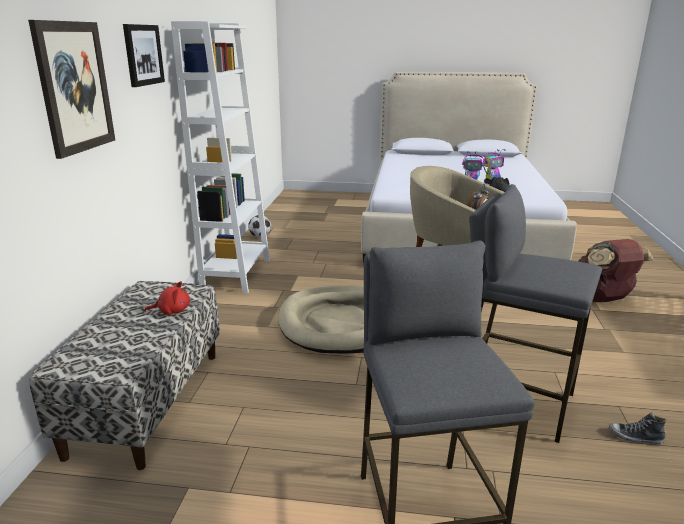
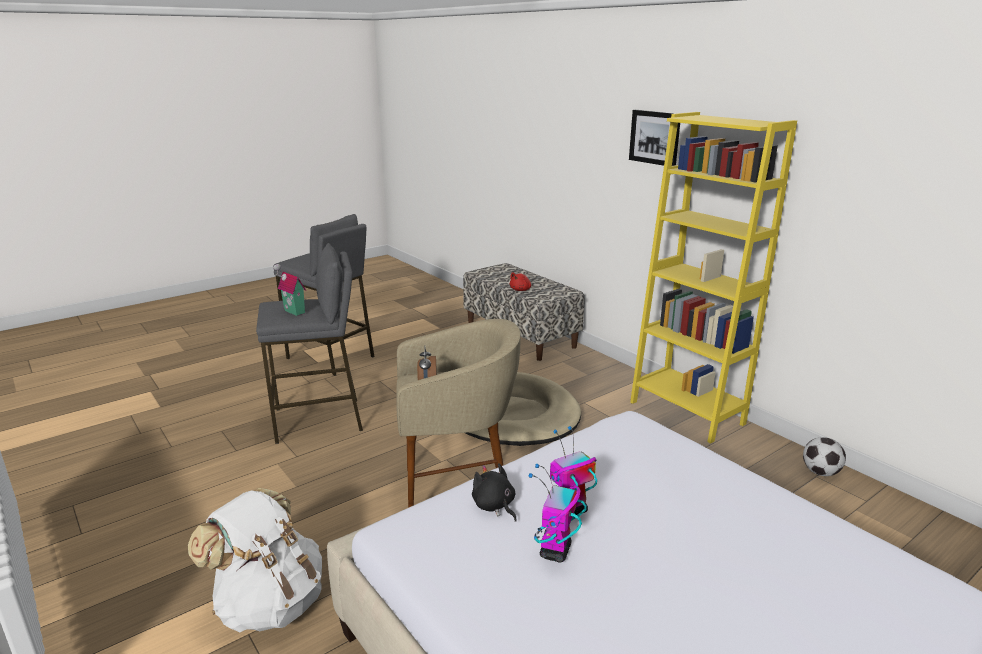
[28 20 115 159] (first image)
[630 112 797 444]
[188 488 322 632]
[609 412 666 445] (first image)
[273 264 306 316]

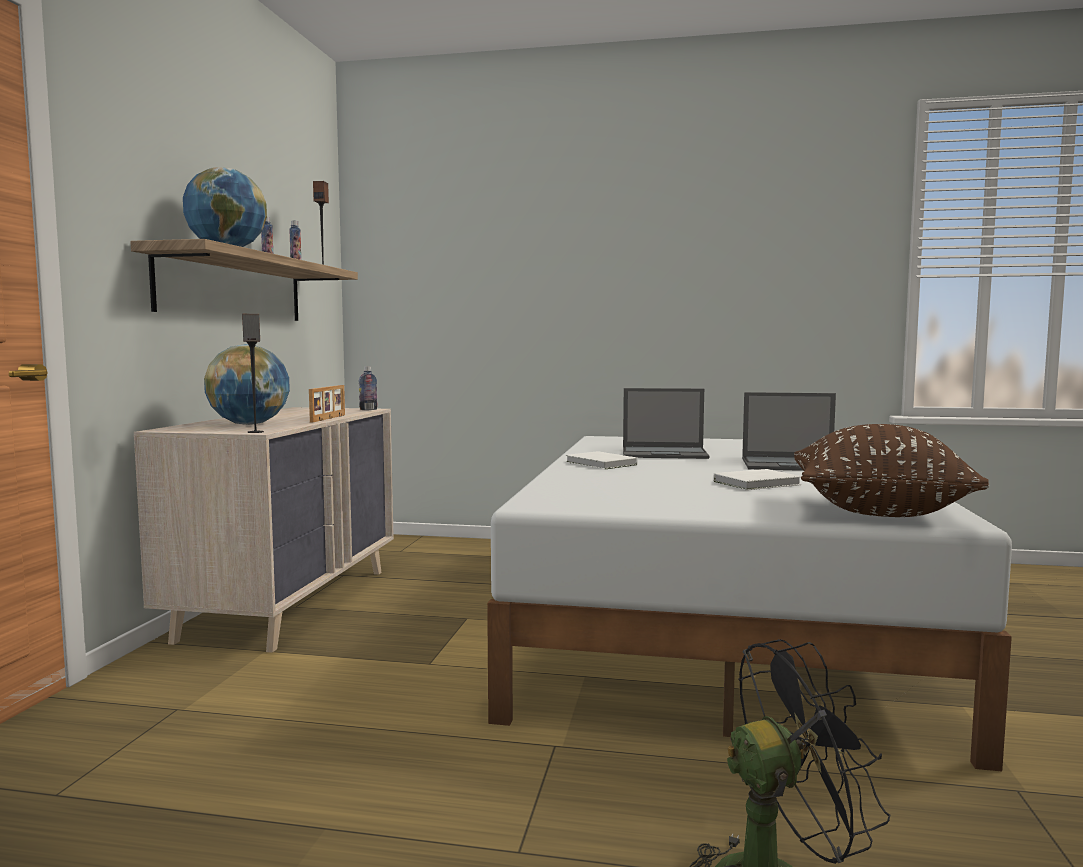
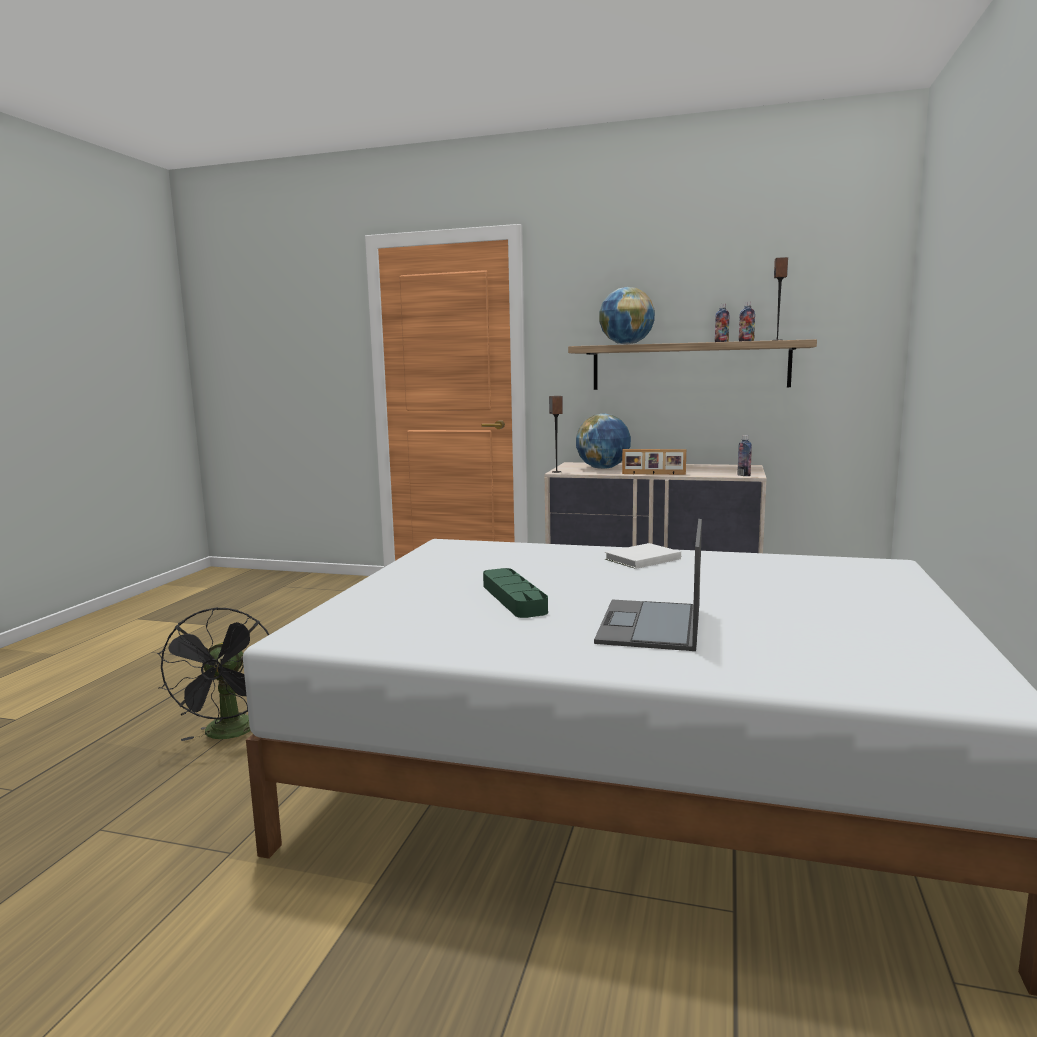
[623 388 709 459] (first image)
[794 424 989 517] (first image)
[483 568 548 618]

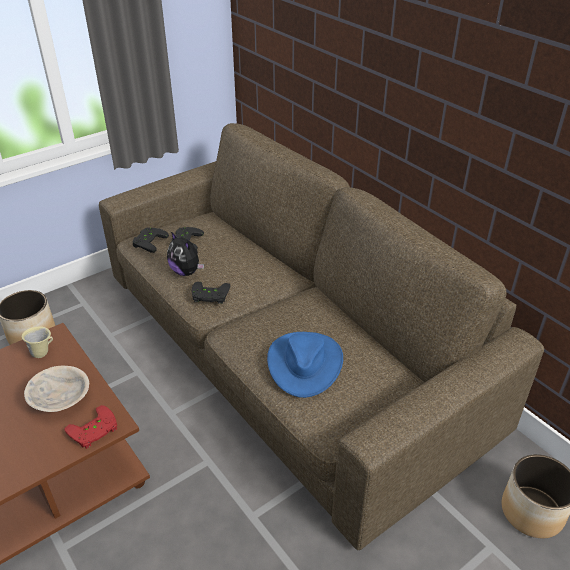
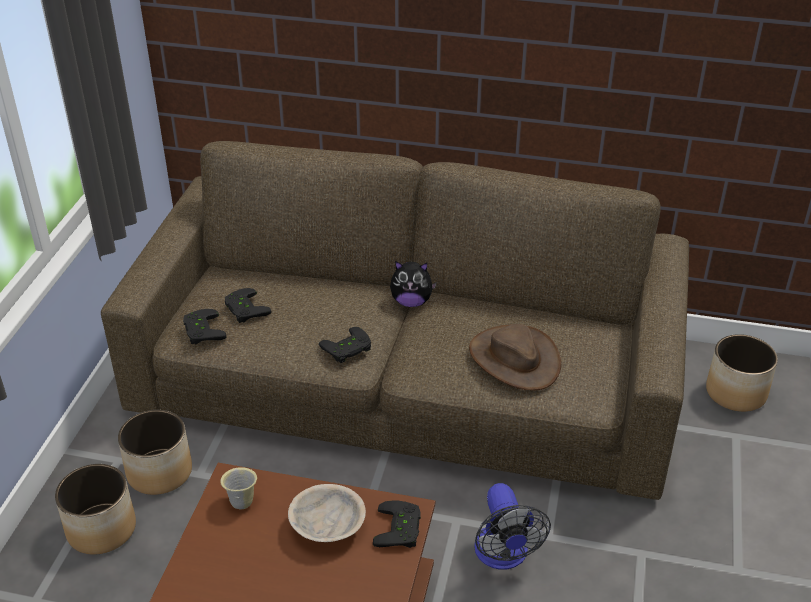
[390 261 437 307]
[469 324 561 390]
[373 500 421 548]
[118 410 192 495]
[474 483 551 570]

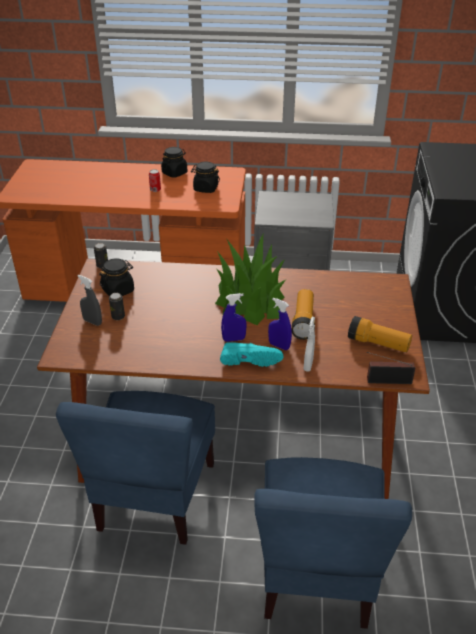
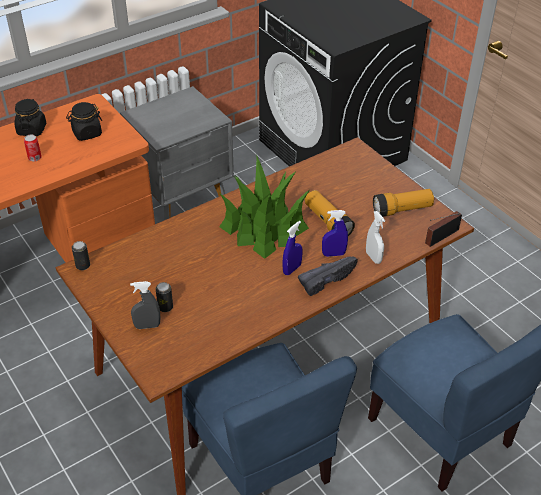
[99 258 134 296] (first image)
[298 257 358 296]

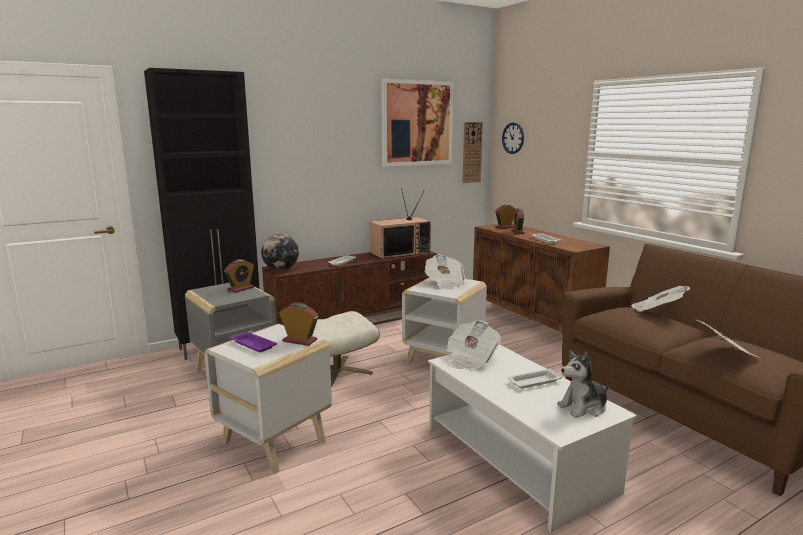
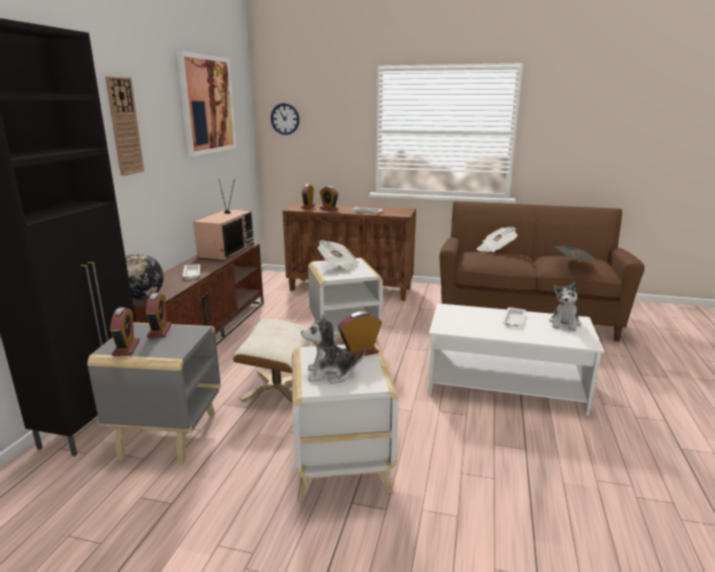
[105 76 144 176]
[447 320 501 369] (first image)
[301 315 365 384]
[110 307 140 356]

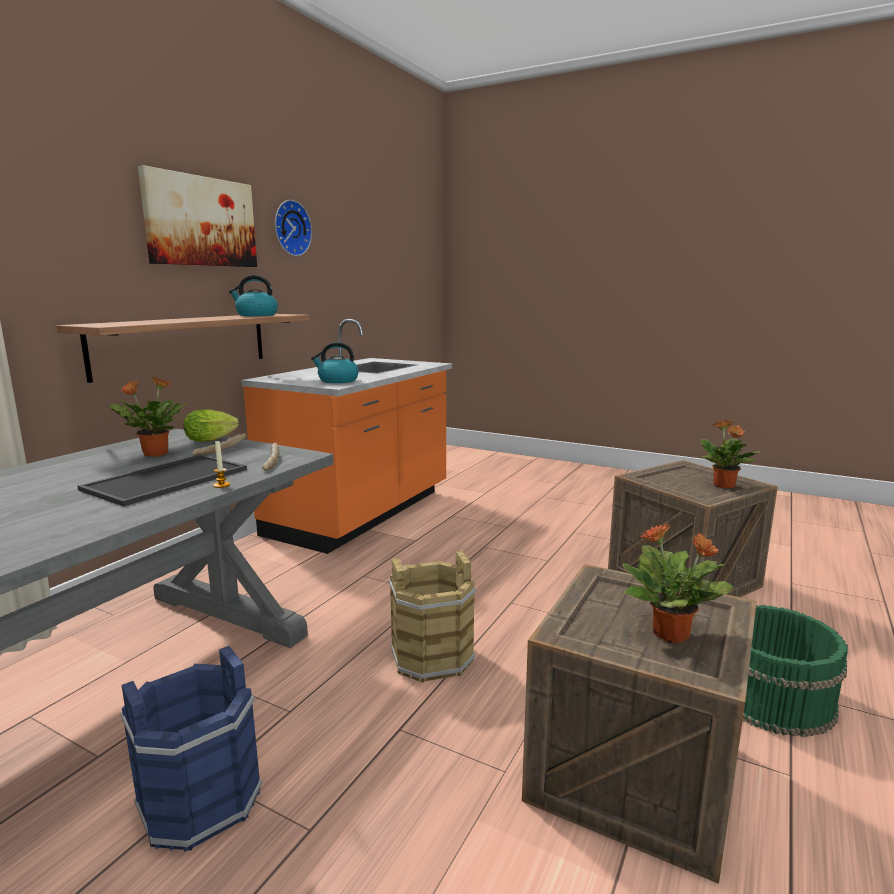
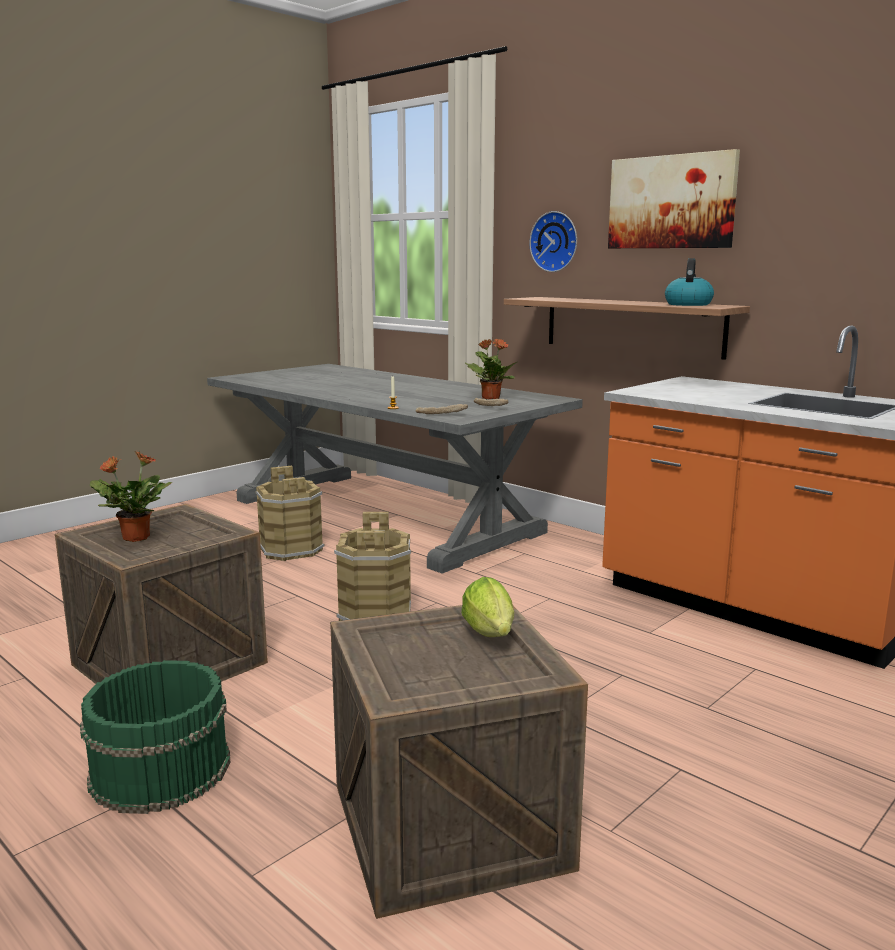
[529 211 577 272]
[311 342 359 383] (first image)
[461 577 514 637]
[701 419 762 488] (first image)
[77 454 247 506] (first image)
[256 466 325 561]

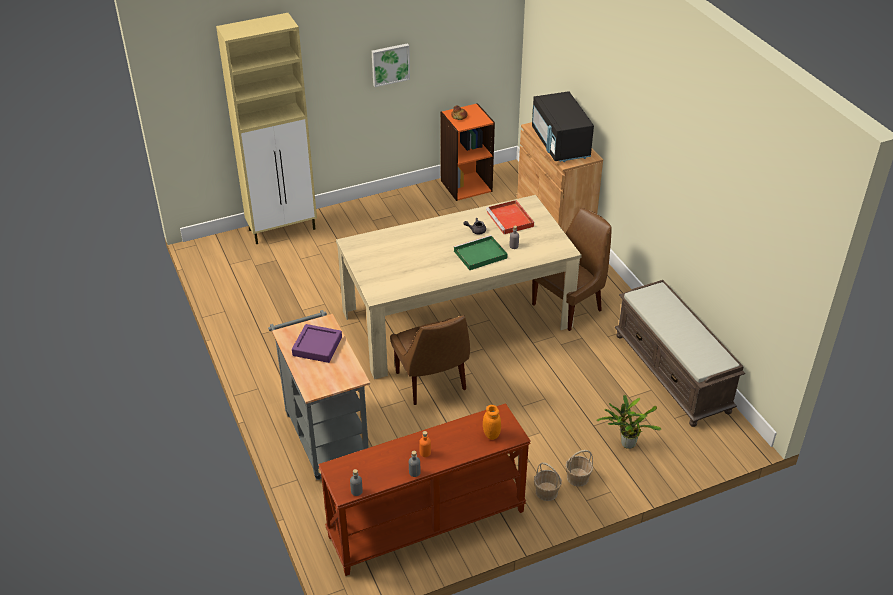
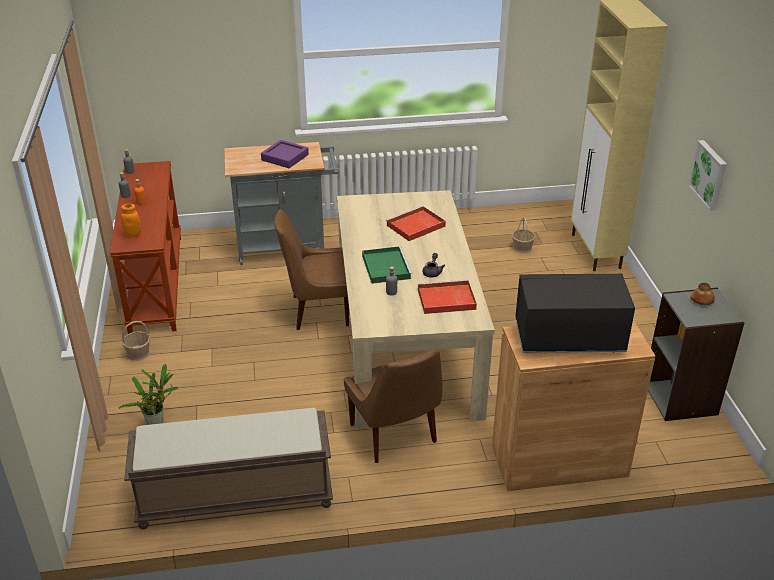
[648 288 745 421]
[512 218 535 254]
[386 206 446 241]

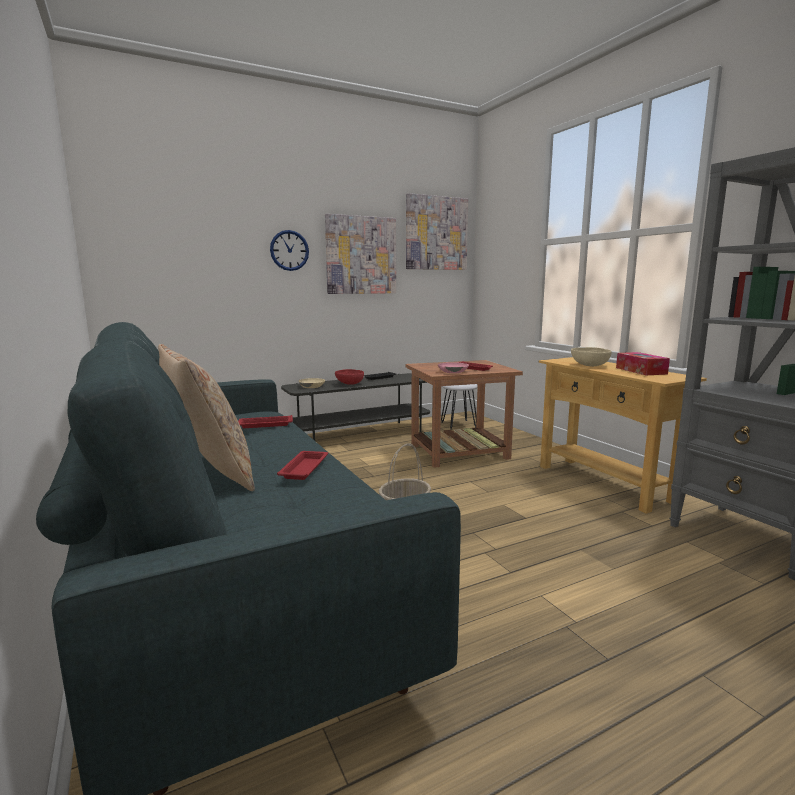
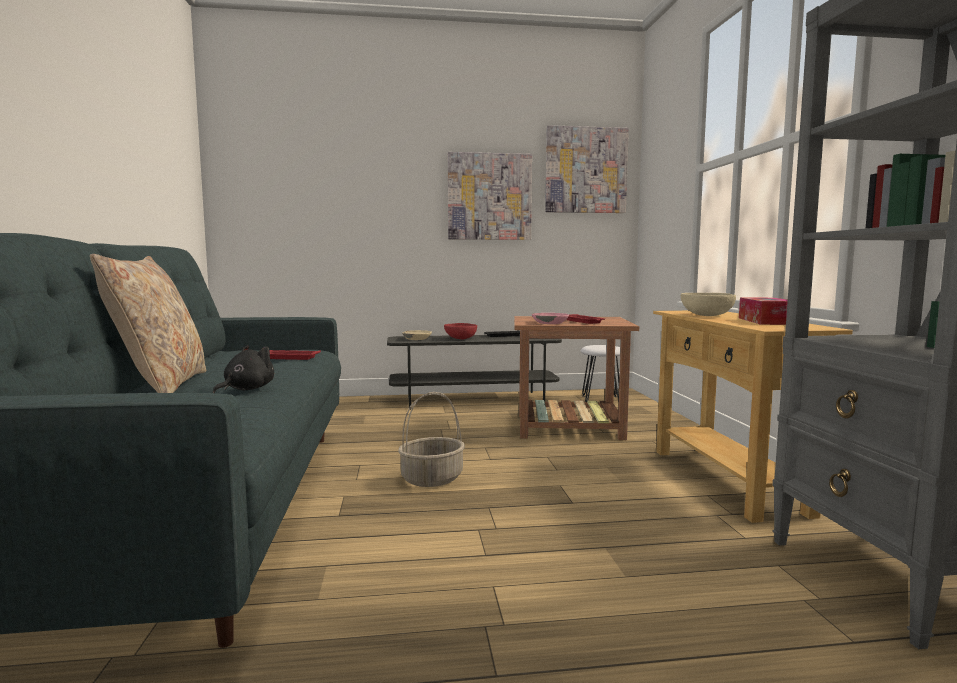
[270 230 309 271] (first image)
[213 345 274 393]

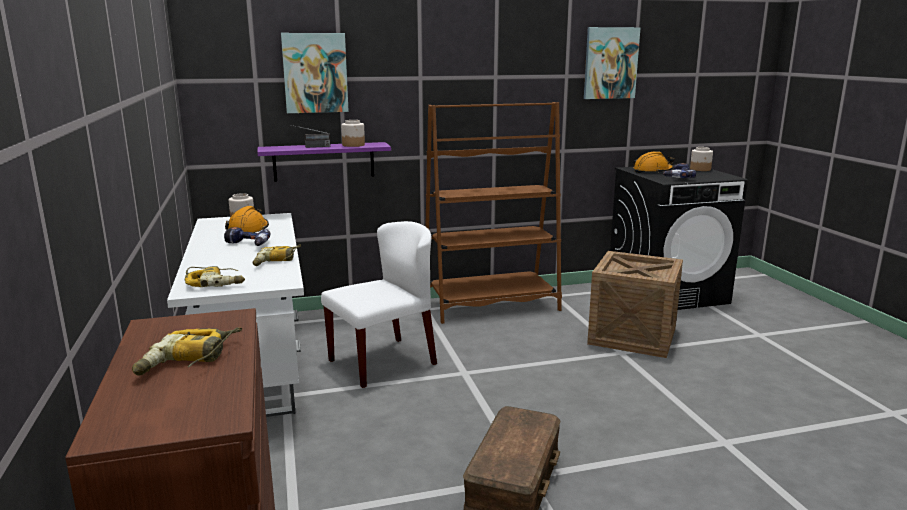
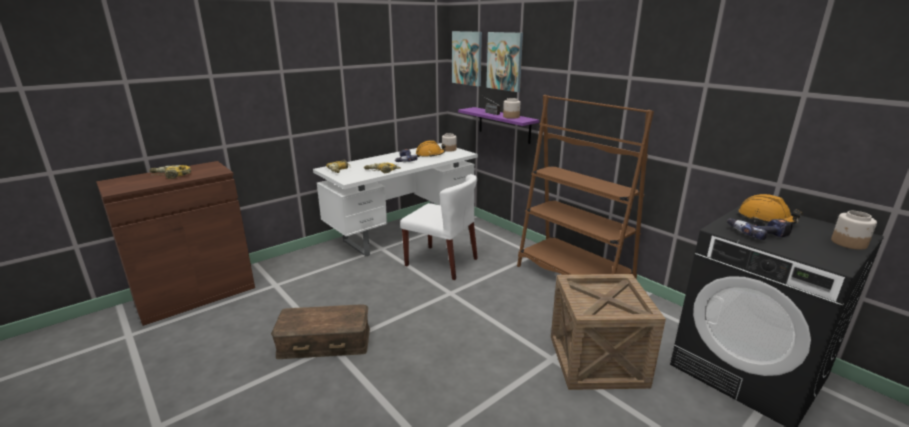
[452 31 482 86]

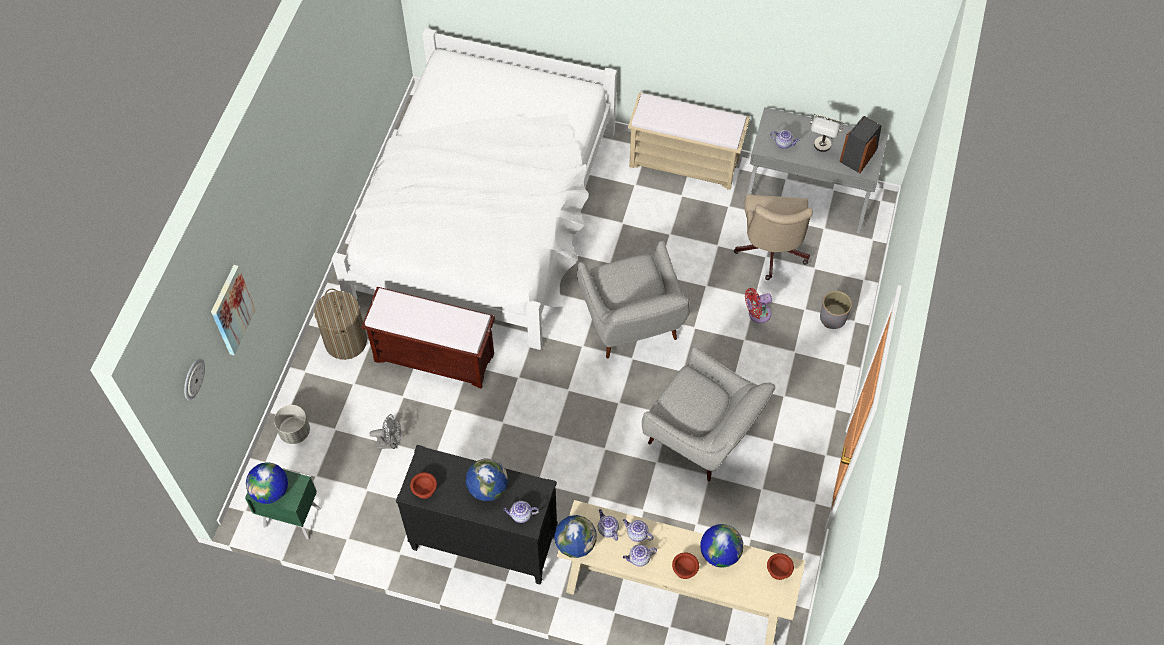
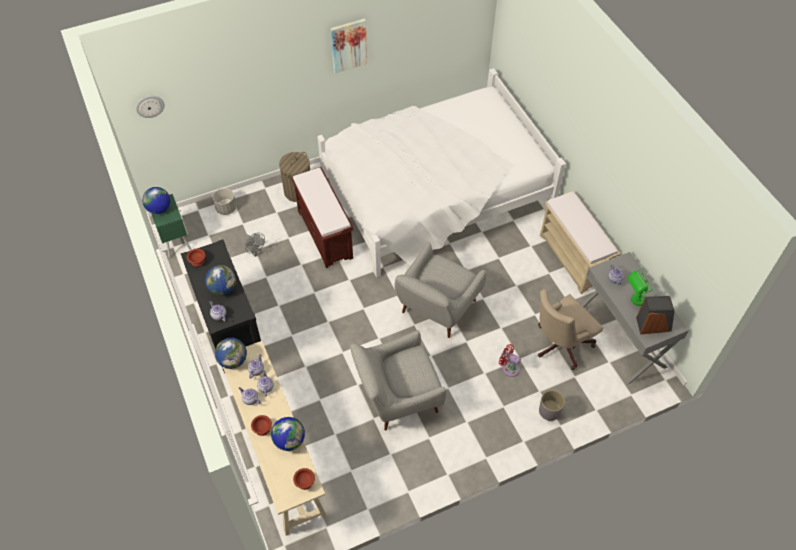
[628 270 653 306]
[330 19 367 74]
[350 330 446 430]

